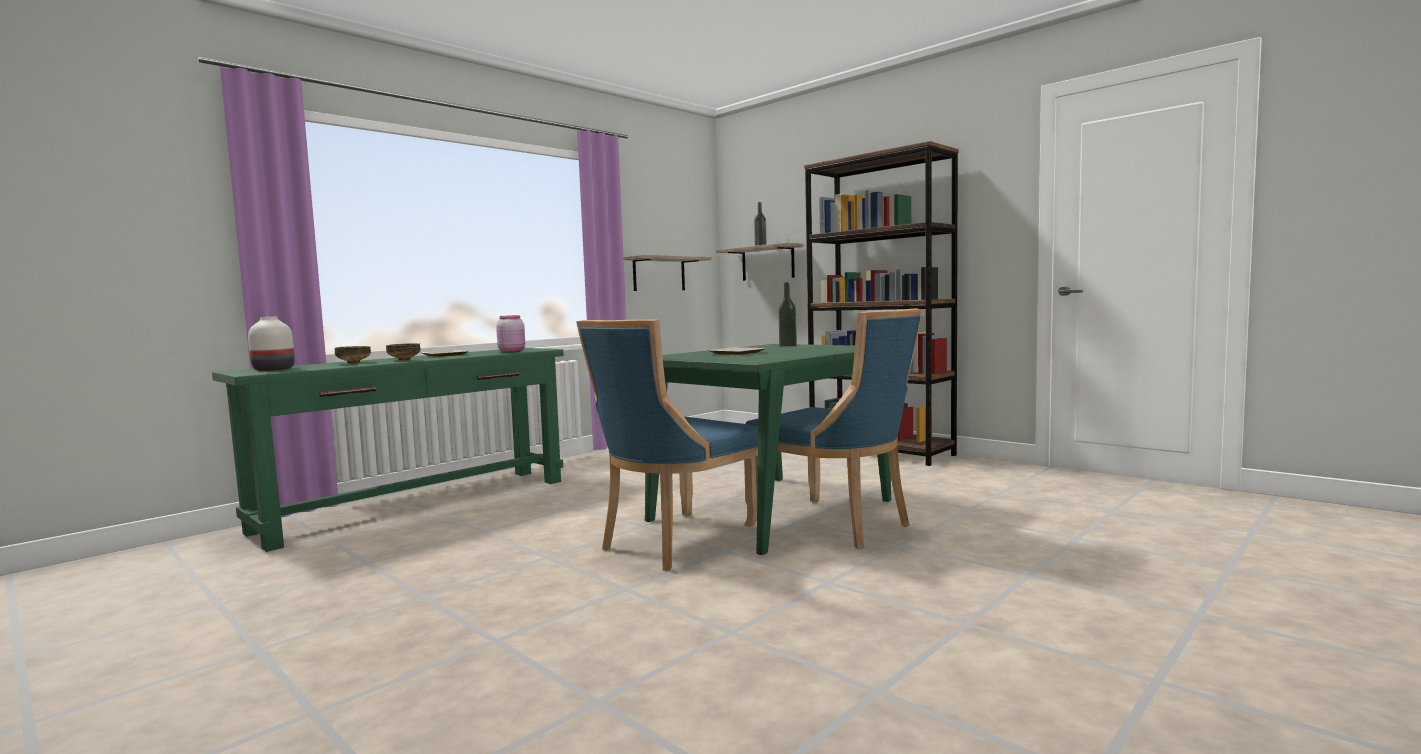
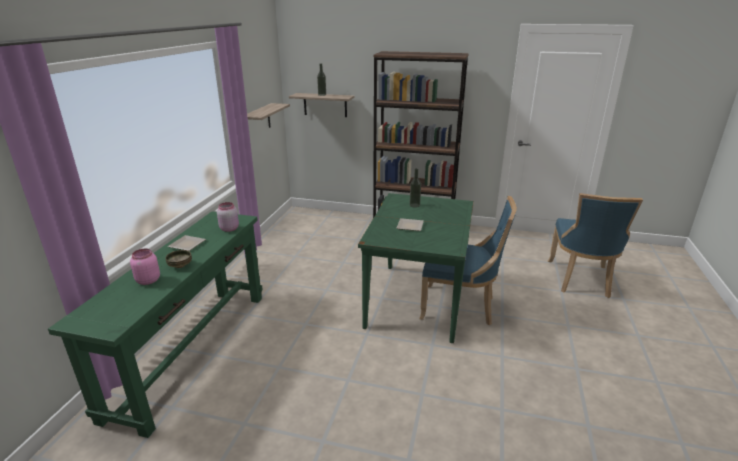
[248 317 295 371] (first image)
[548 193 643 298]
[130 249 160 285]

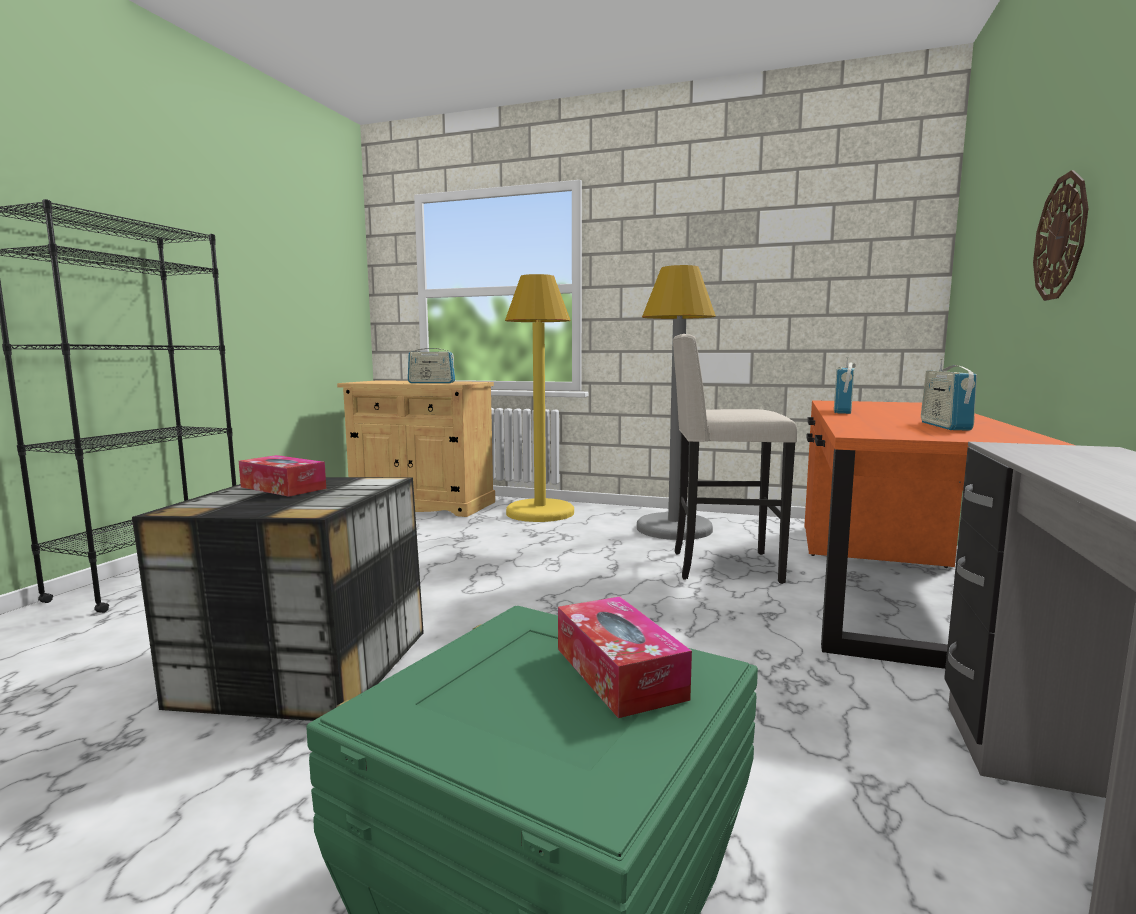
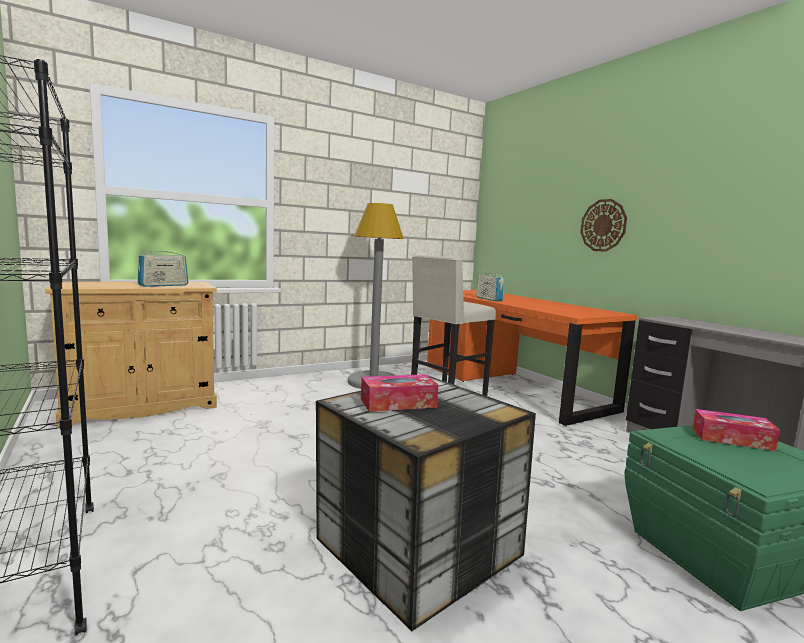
[505 274 574 522] (first image)
[921 358 977 431] (first image)

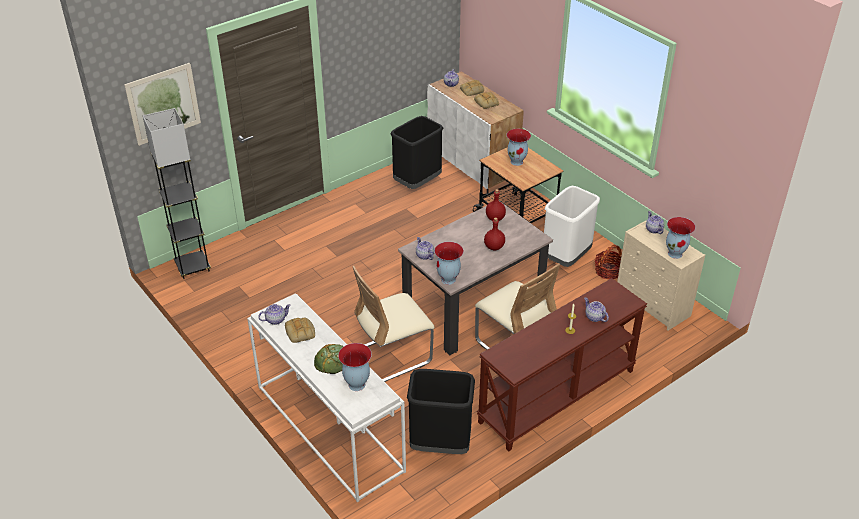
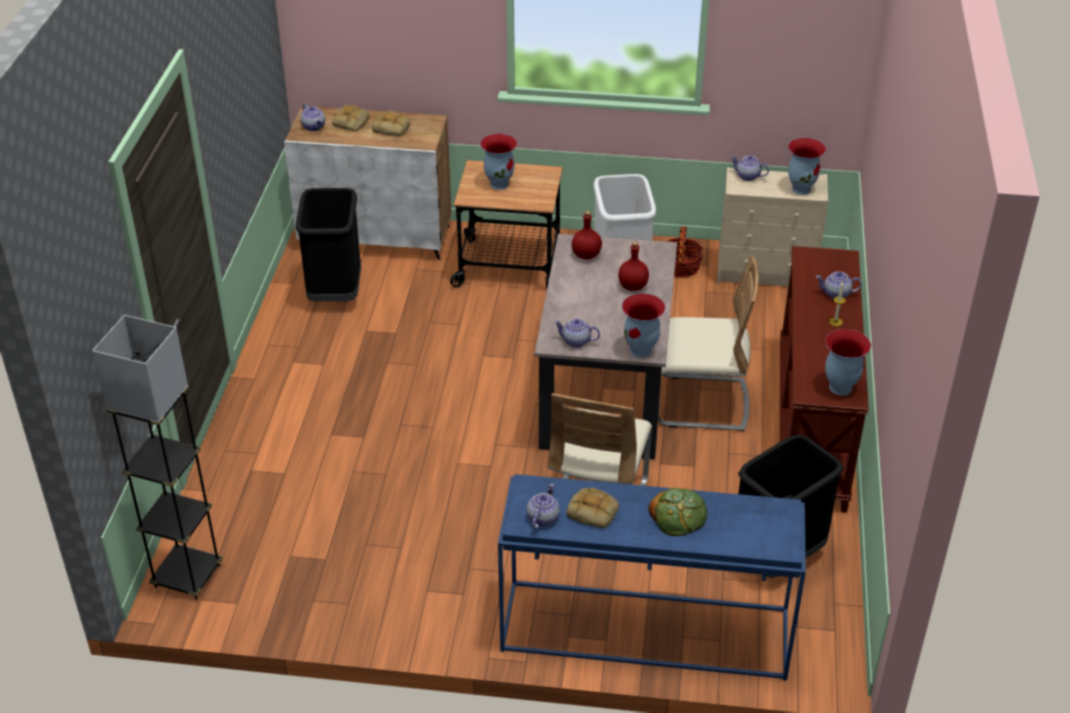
[124 63 201 146] (first image)
[498 474 806 681]
[825 329 871 395]

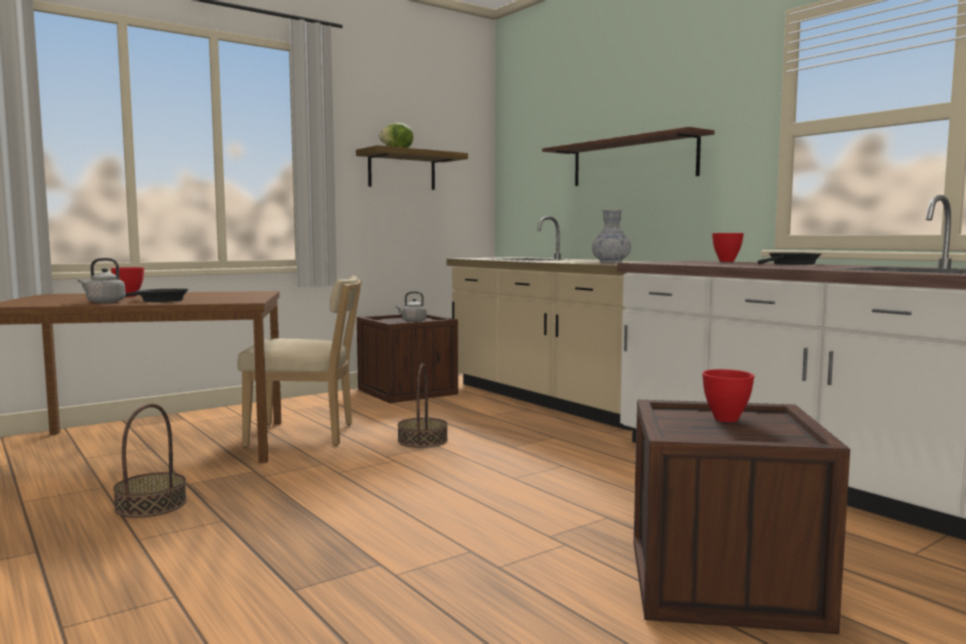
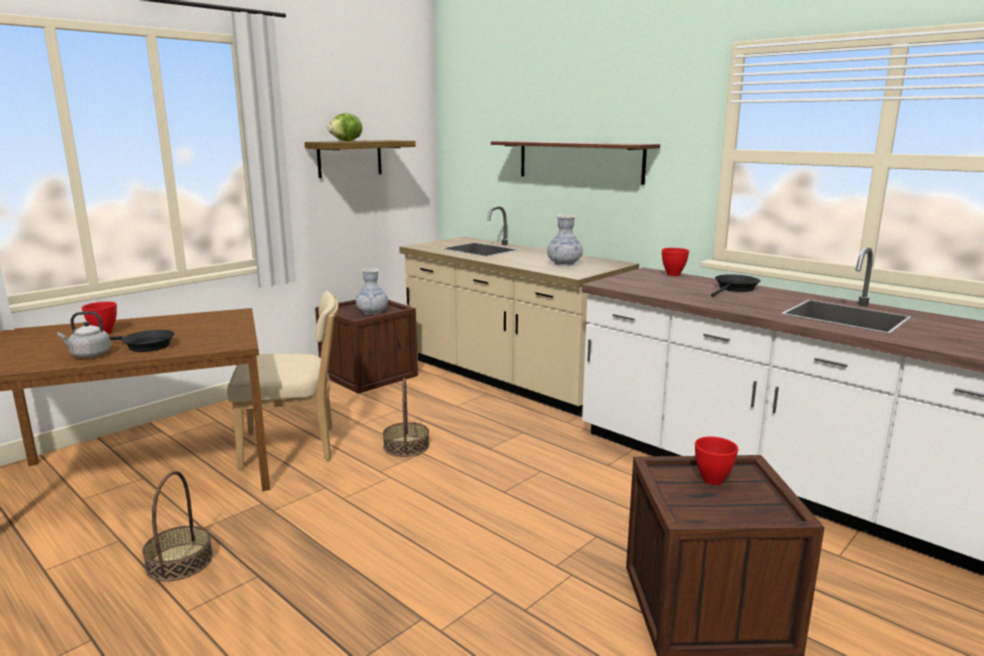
[356 268 388 315]

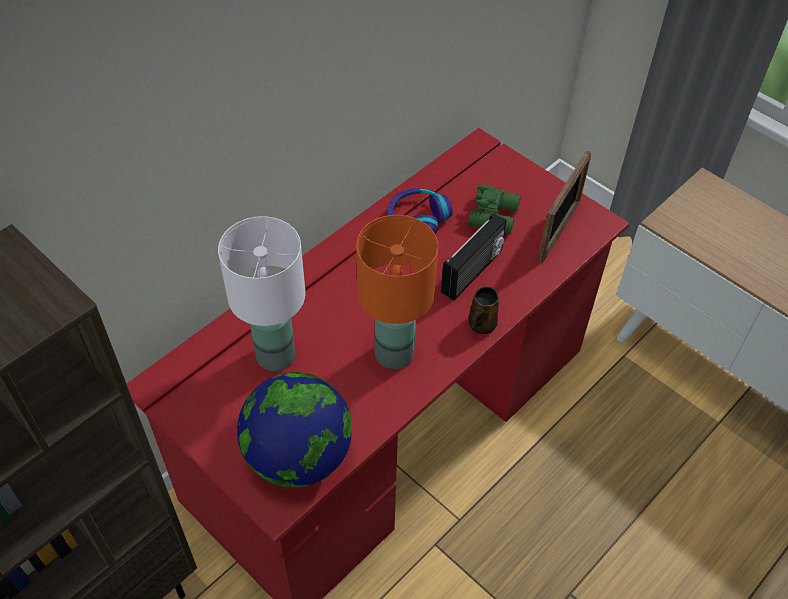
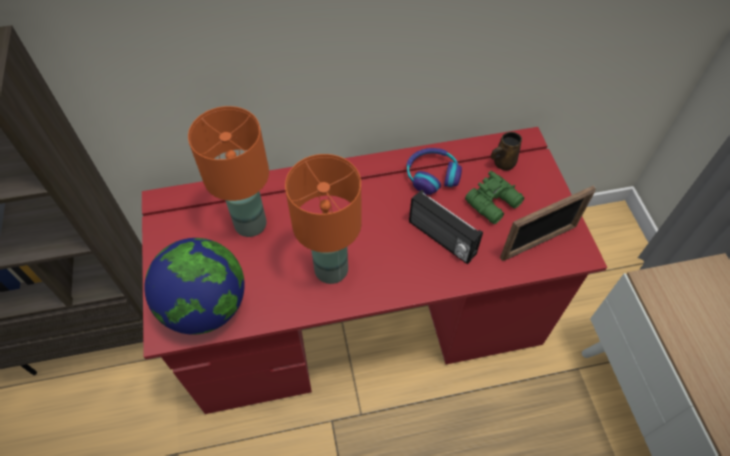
[409 189 483 264]
[188 106 269 237]
[491 132 522 171]

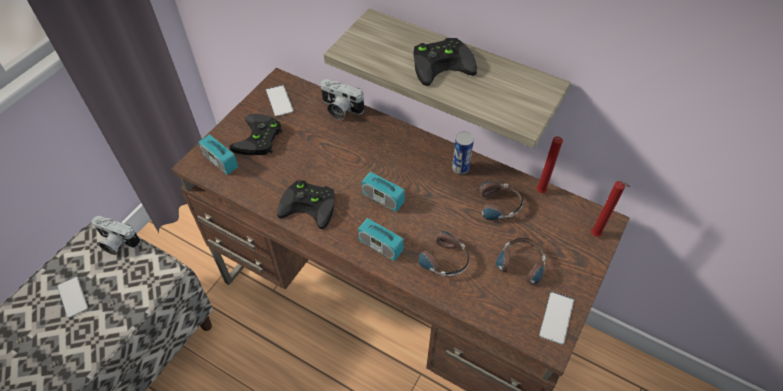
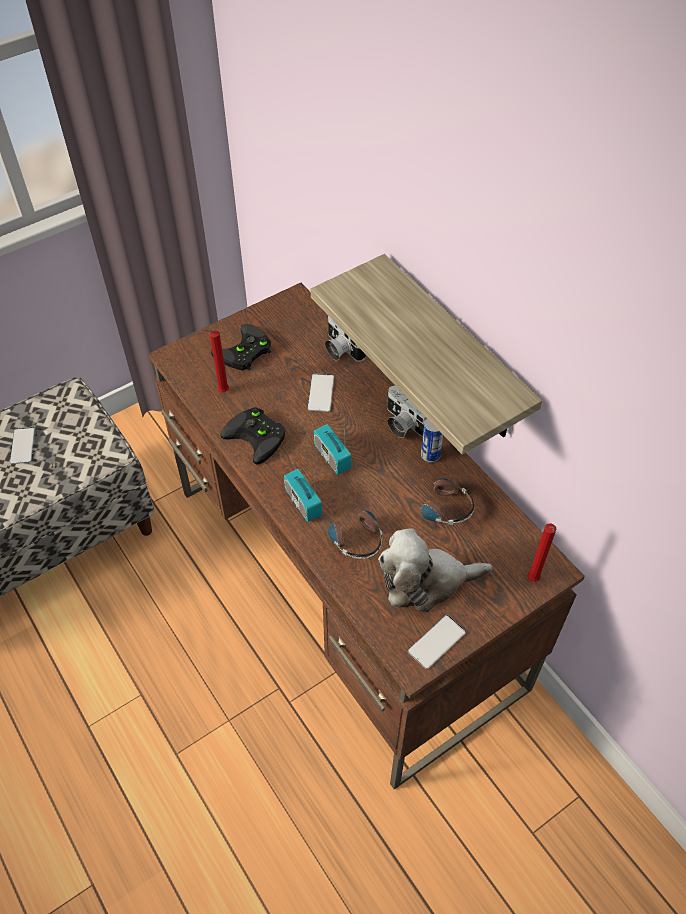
[414 38 477 86] (first image)
[308 373 334 412]
[199 120 238 175] (first image)
[204 329 229 392]
[387 386 426 438]
[378 528 492 613]

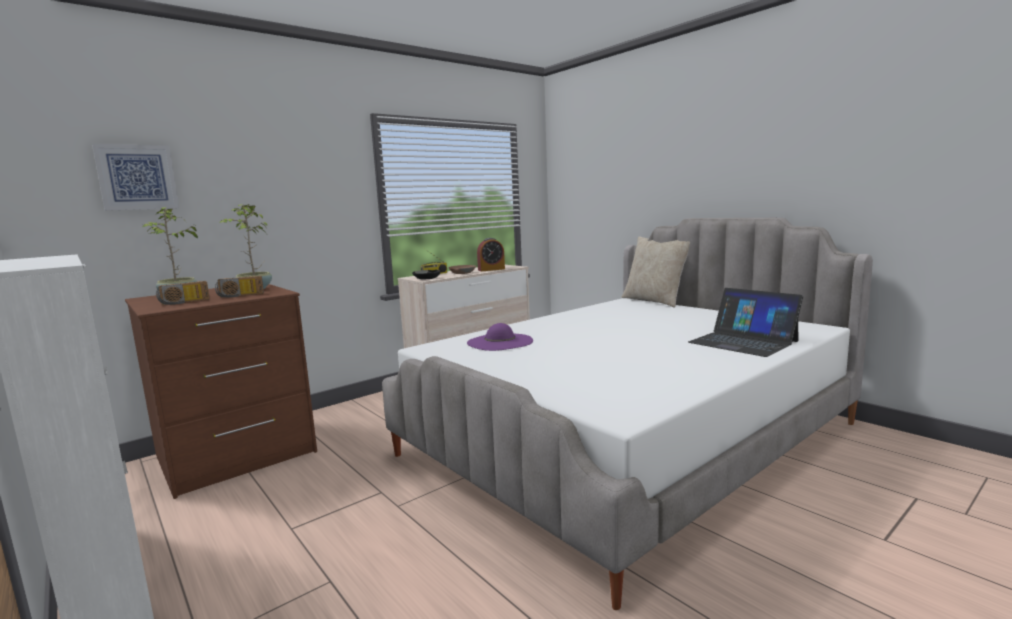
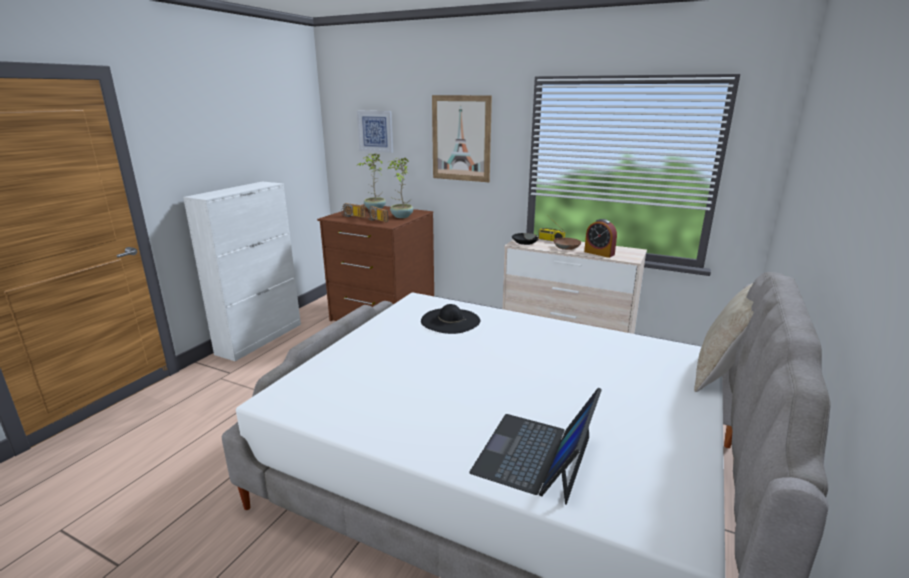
[421 304 480 334]
[432 95 492 182]

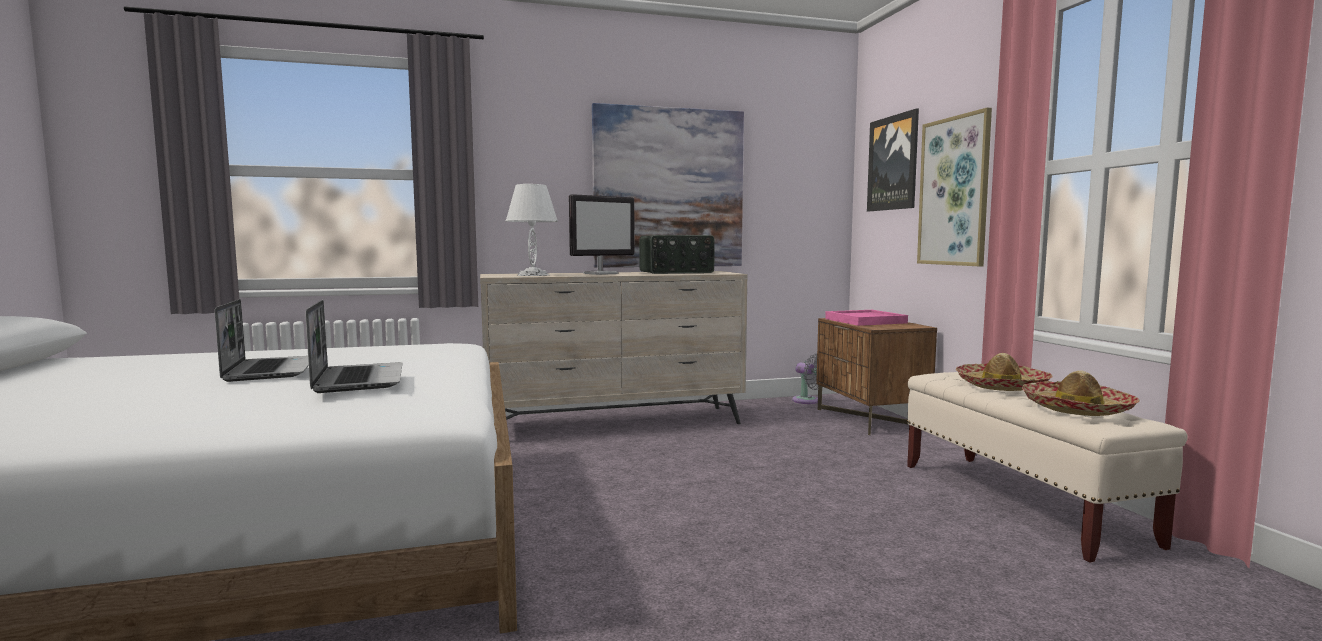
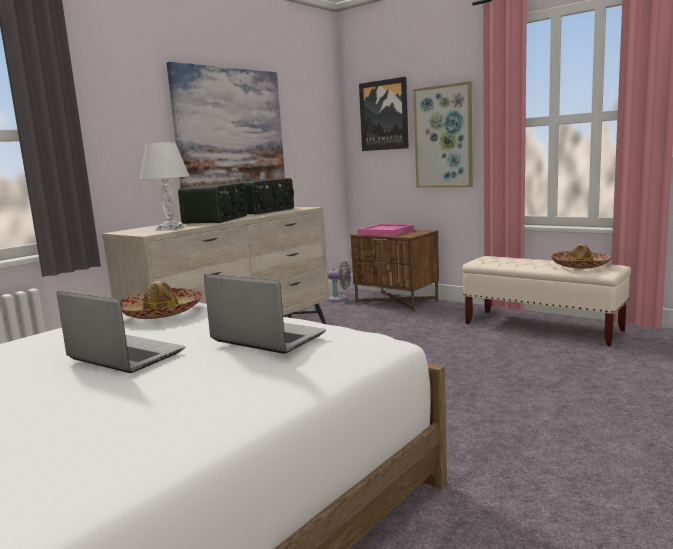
[178 183 248 224]
[120 281 202 319]

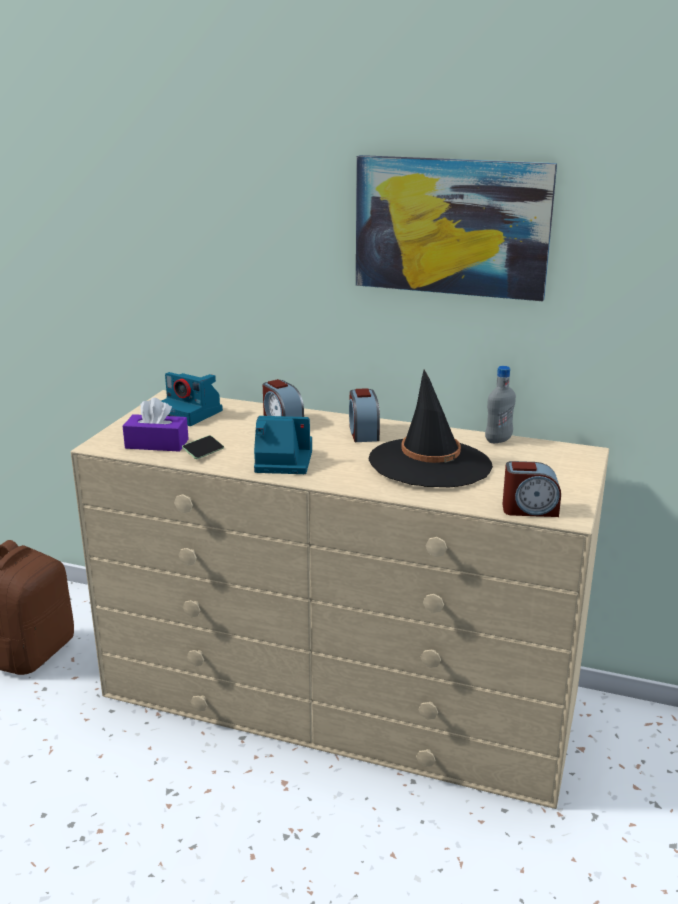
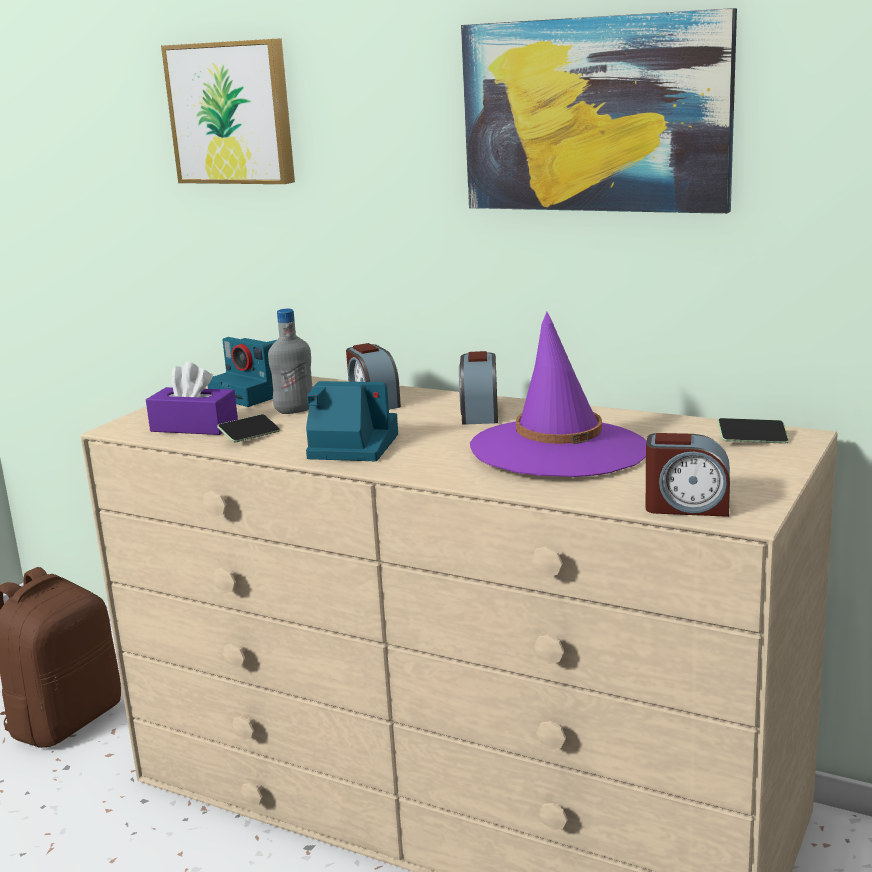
[268 309 313 414]
[470 312 647 477]
[161 38 295 184]
[718 418 789 444]

